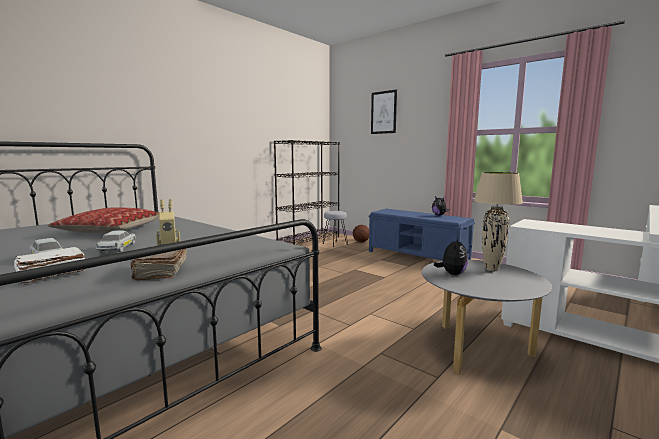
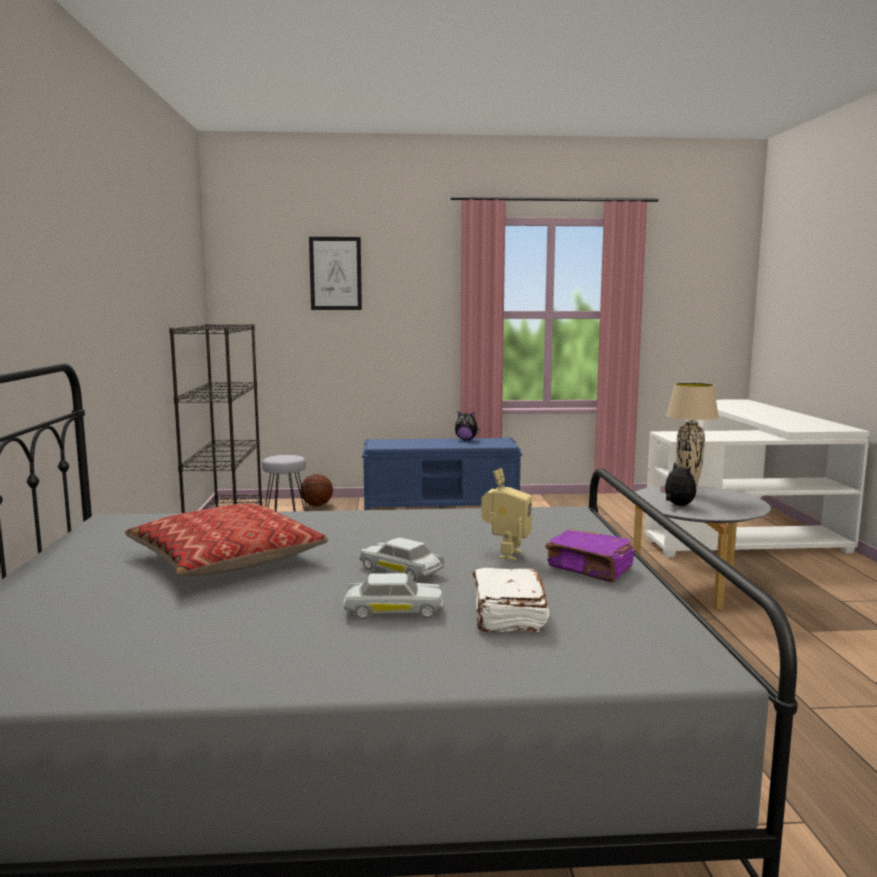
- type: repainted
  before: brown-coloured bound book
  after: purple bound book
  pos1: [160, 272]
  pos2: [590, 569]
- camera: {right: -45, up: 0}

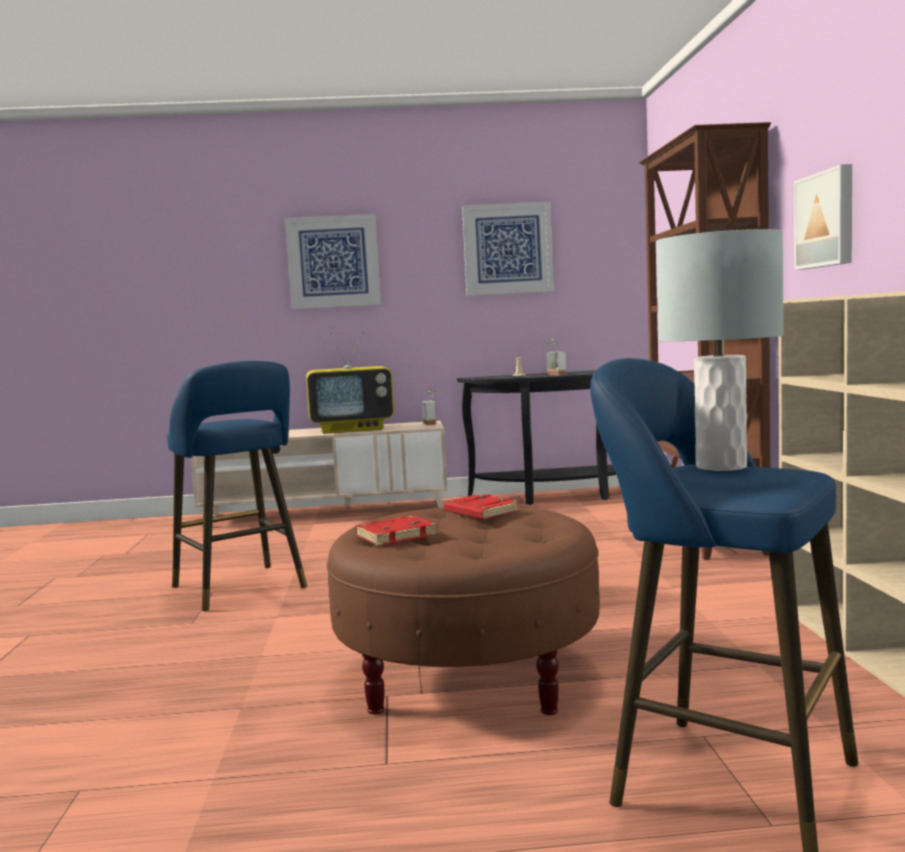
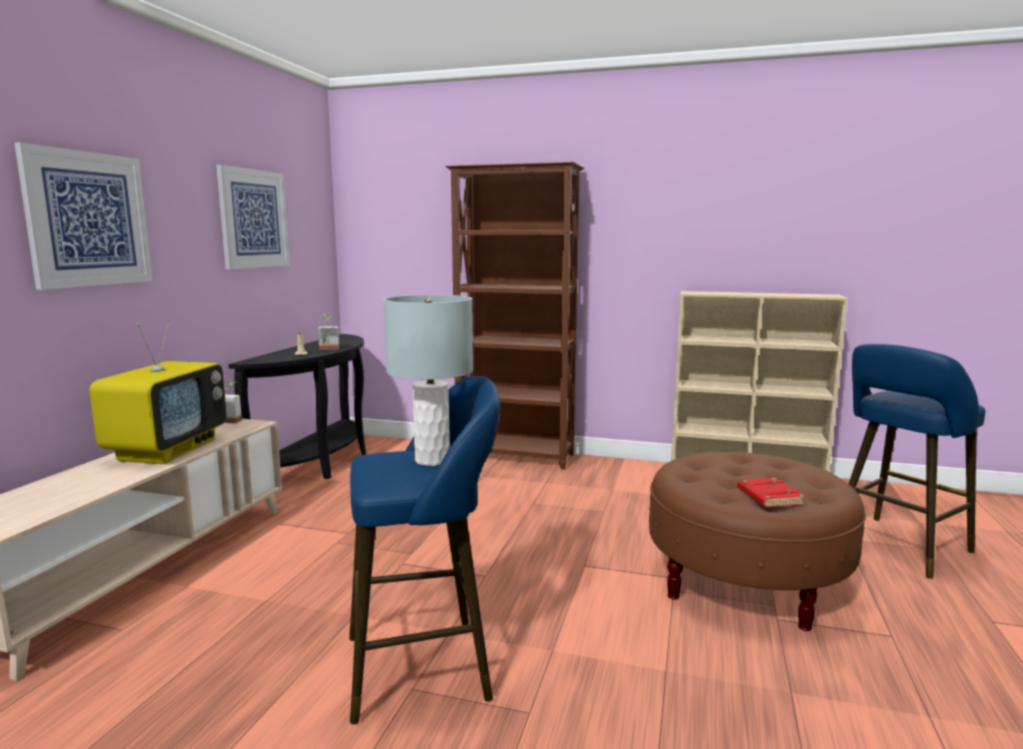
- type: gone
  before: reddish bound book
  pos1: [479, 513]
- type: gone
  before: wall art
  pos1: [827, 219]
- type: shifted
  before: gray tabletop lamp
  pos1: [722, 466]
  pos2: [433, 460]
- camera: {right: -70, up: 5}

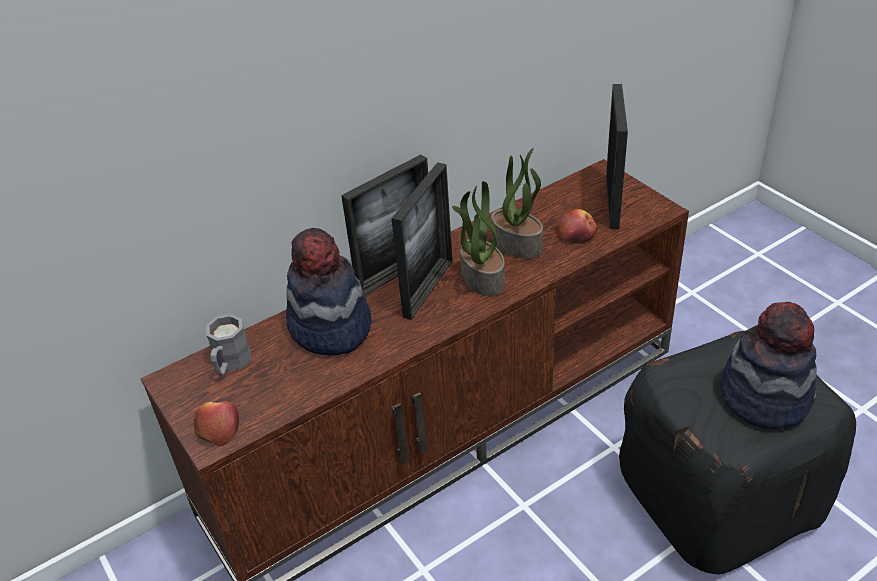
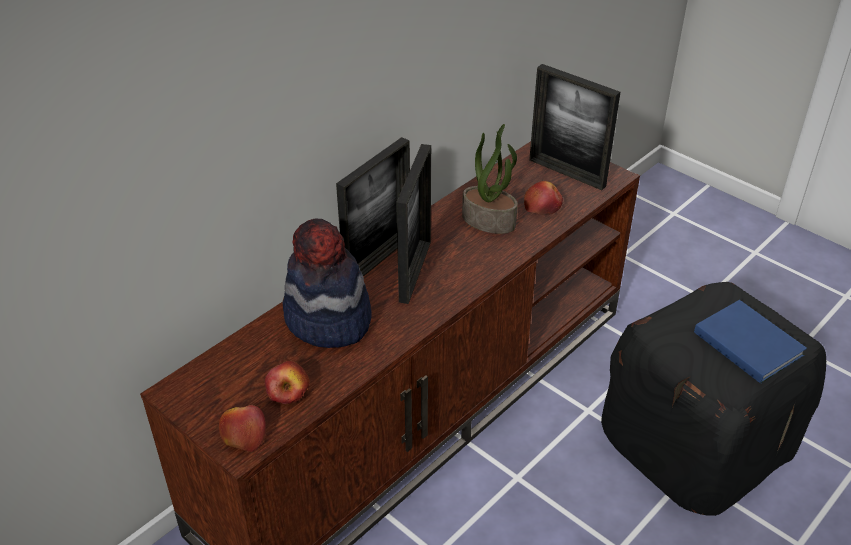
- type: gone
  before: gray mug
  pos1: [230, 364]
- type: gone
  before: houseplant
  pos1: [481, 278]
- type: new
  after: whole apple
  pos2: [288, 390]
- type: swapped
  before: hat
  after: bluish bound book
  pos1: [765, 396]
  pos2: [747, 341]
- type: rotated
  before: picture frame
  pos1: [612, 202]
  pos2: [567, 173]
  turn: 135
- camera: {right: -15, up: 0}

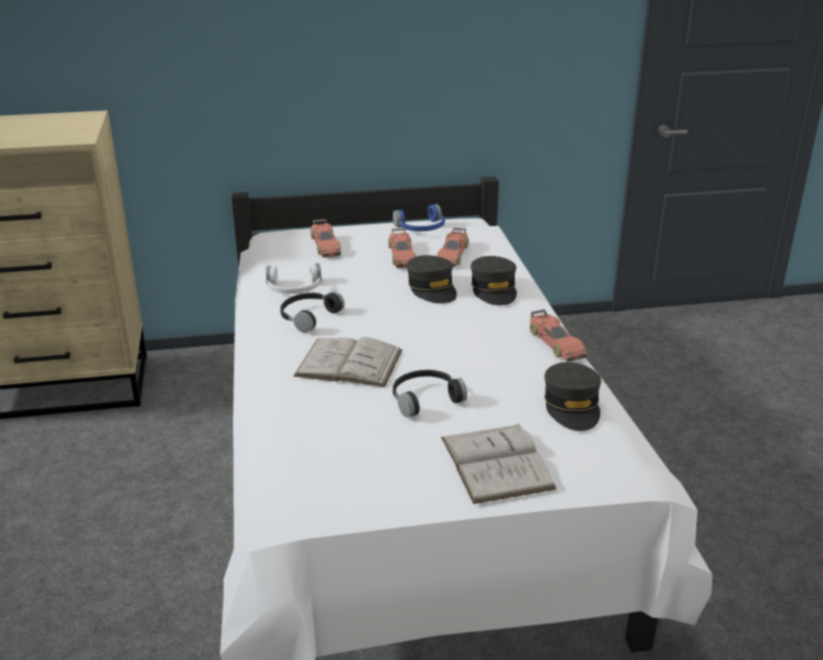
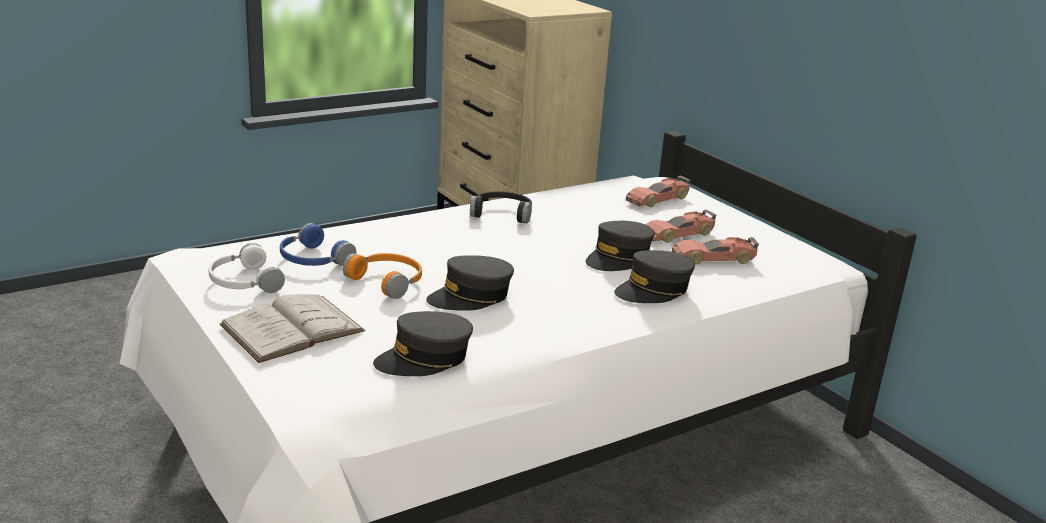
- type: gone
  before: white-coloured bound book
  pos1: [349, 363]
- type: gone
  before: toy car
  pos1: [555, 343]
- type: new
  after: gray peaked cap
  pos2: [471, 297]
- type: shifted
  before: white-coloured headset
  pos1: [294, 289]
  pos2: [243, 282]
- type: shifted
  before: bluish headset
  pos1: [421, 228]
  pos2: [312, 260]
- type: repainted
  before: blackish headset
  after: orangey headset
  pos1: [424, 398]
  pos2: [388, 281]
- camera: {right: 65, up: -5}

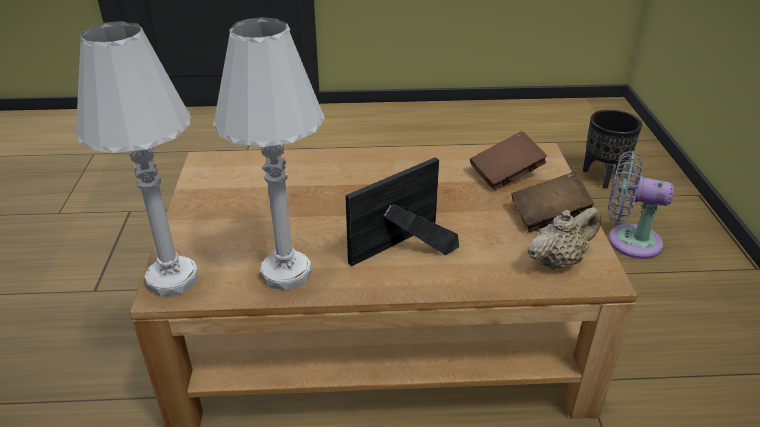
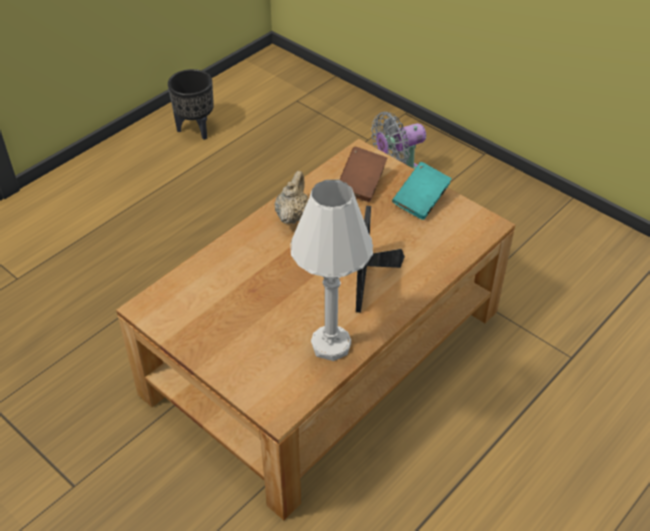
- type: gone
  before: white-coloured tabletop lamp
  pos1: [172, 279]
- type: shifted
  before: beige-coloured tea pot
  pos1: [558, 261]
  pos2: [292, 215]
- type: shifted
  before: blackish planter
  pos1: [603, 177]
  pos2: [196, 129]
- type: repainted
  before: brown-coloured bound book
  after: turquoise-coloured bound book
  pos1: [549, 216]
  pos2: [421, 201]
- camera: {right: -45, up: 10}

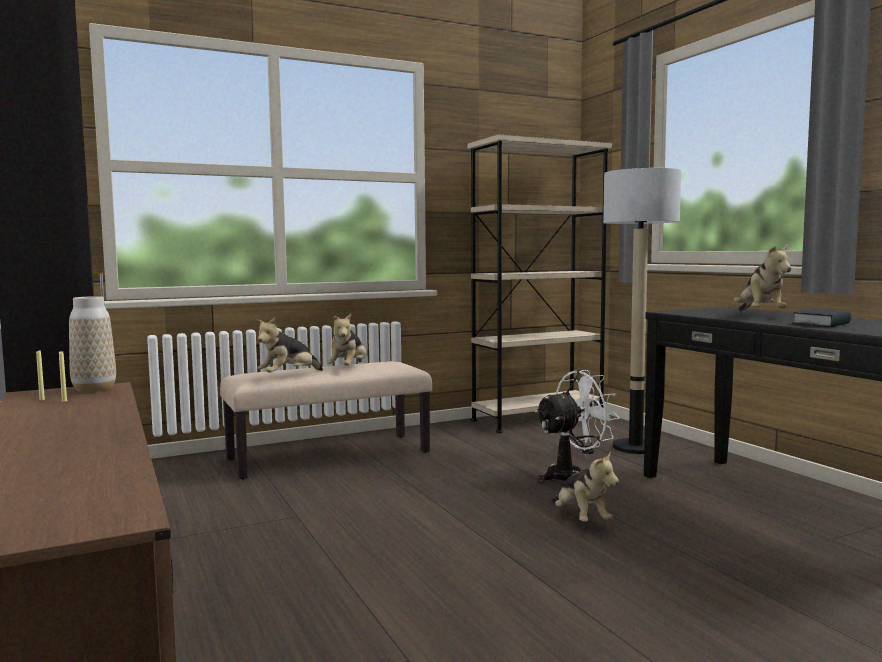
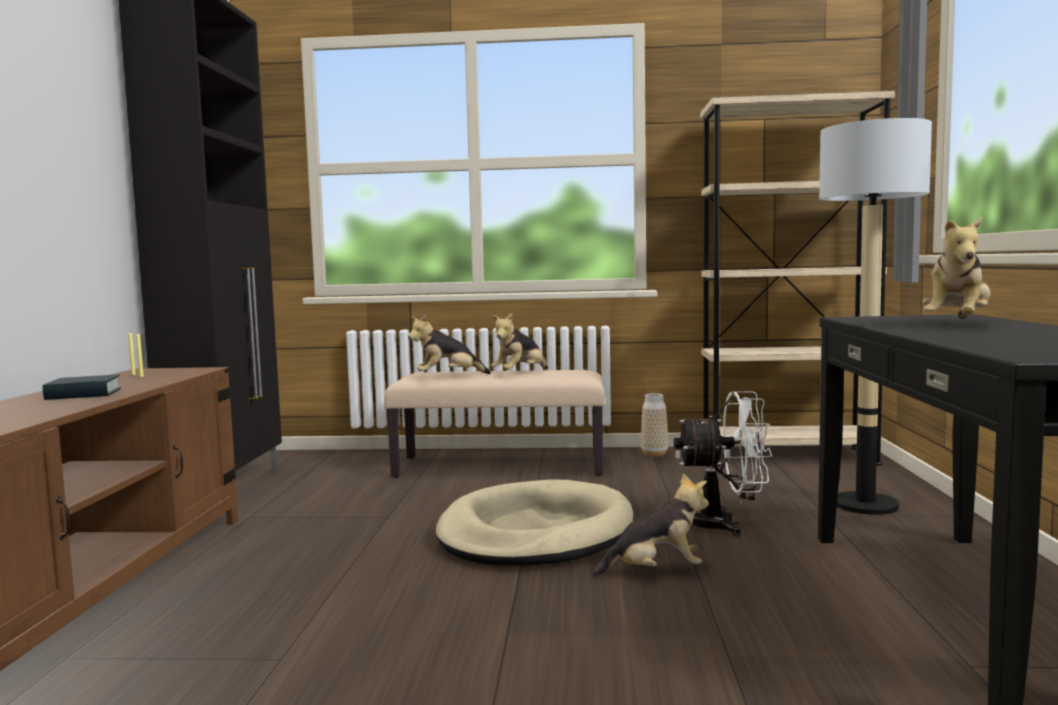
- type: new
  after: beige-coloured dog cushion
  pos2: [535, 533]
- type: shifted
  before: decorative vase
  pos1: [94, 389]
  pos2: [654, 454]
- type: shifted
  before: bound book
  pos1: [821, 324]
  pos2: [83, 395]
- type: rotated
  before: cuddly toy
  pos1: [581, 519]
  pos2: [656, 571]
  turn: -105
- camera: {right: 30, up: 0}

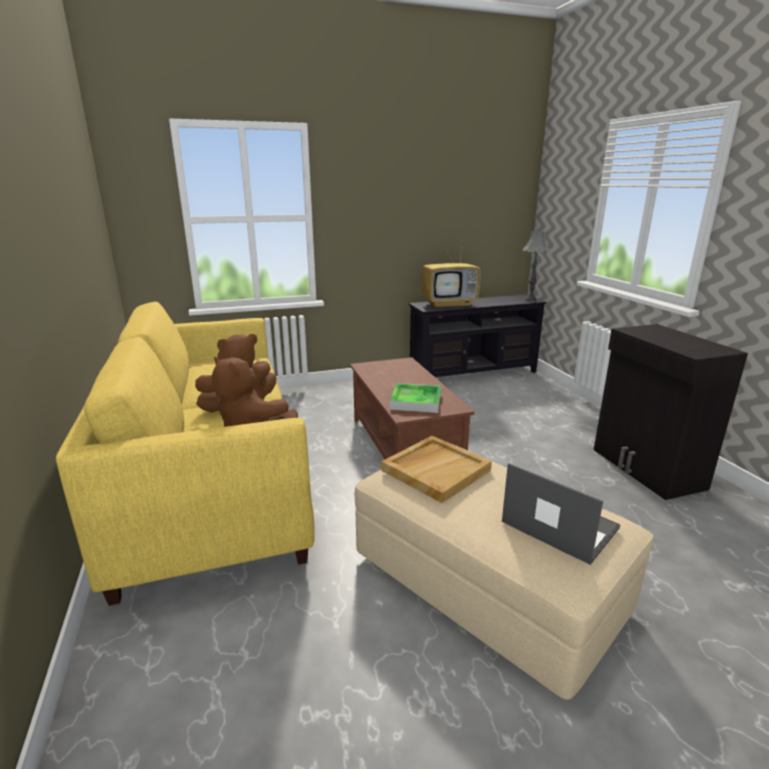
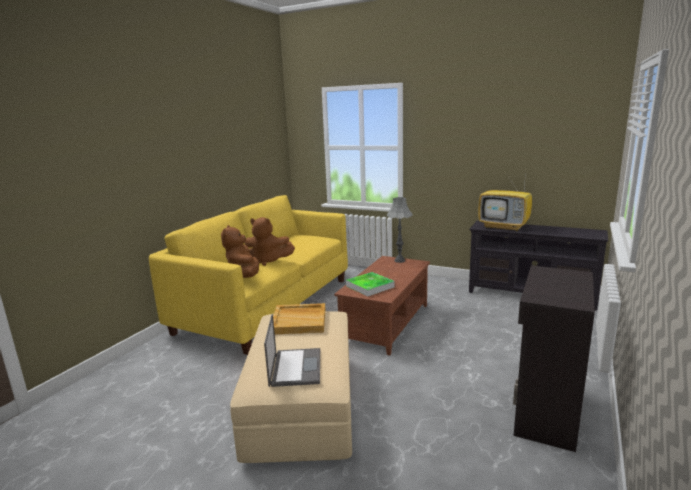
- type: shifted
  before: gray tabletop lamp
  pos1: [531, 300]
  pos2: [399, 261]
- camera: {right: 45, up: -5}

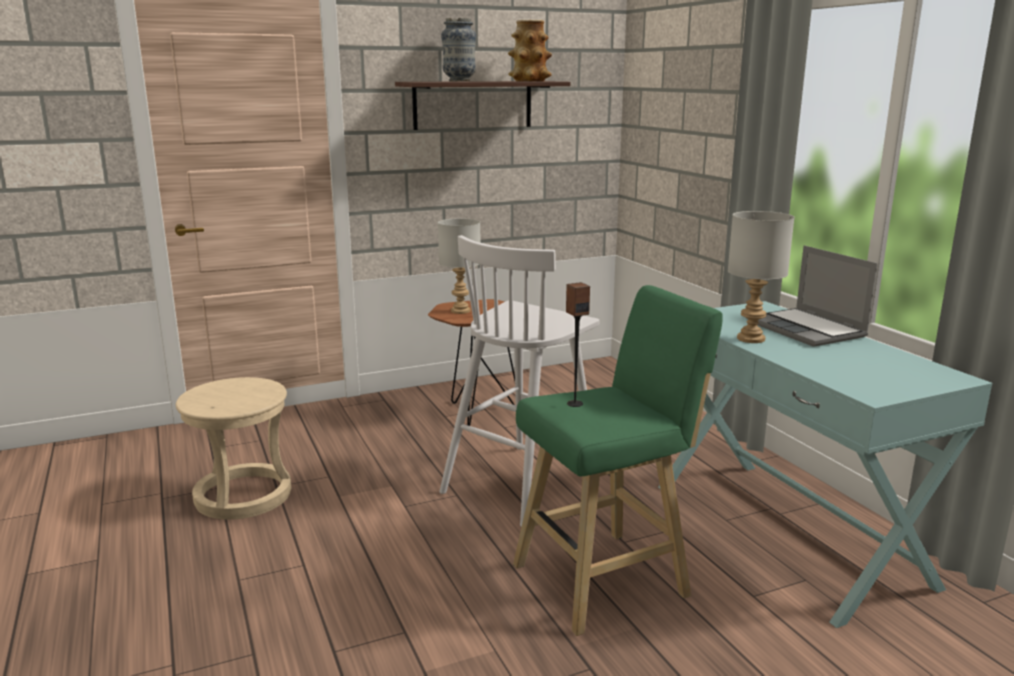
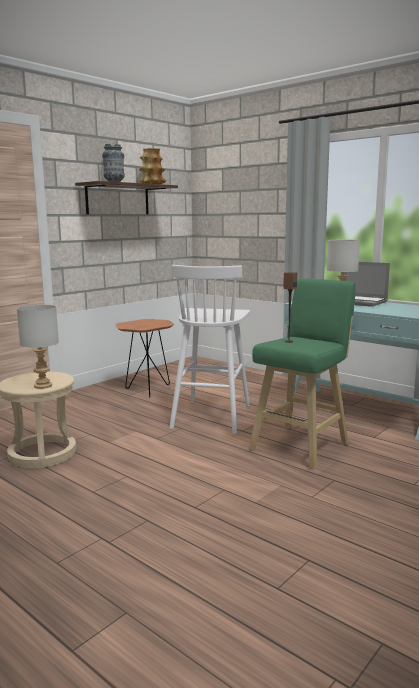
- type: shifted
  before: gray tabletop lamp
  pos1: [460, 310]
  pos2: [42, 386]
- camera: {right: -25, up: -5}

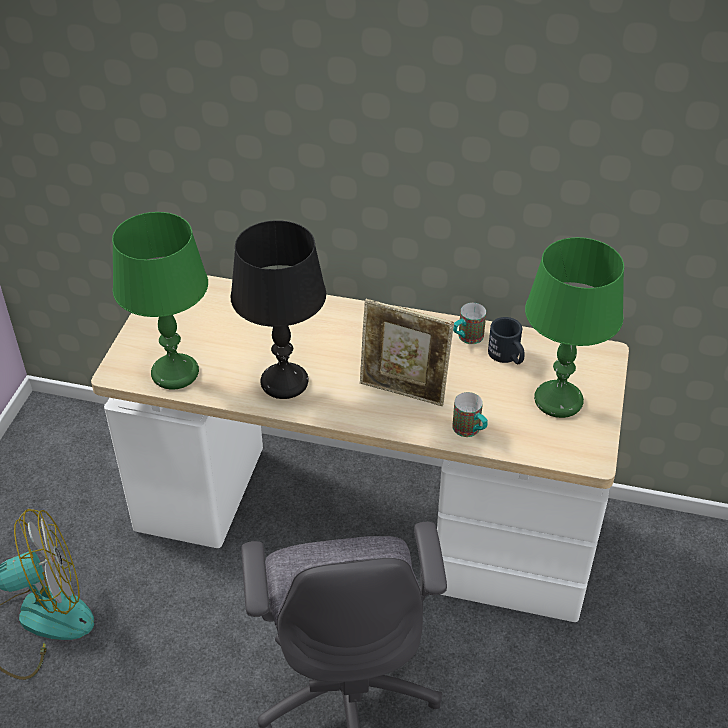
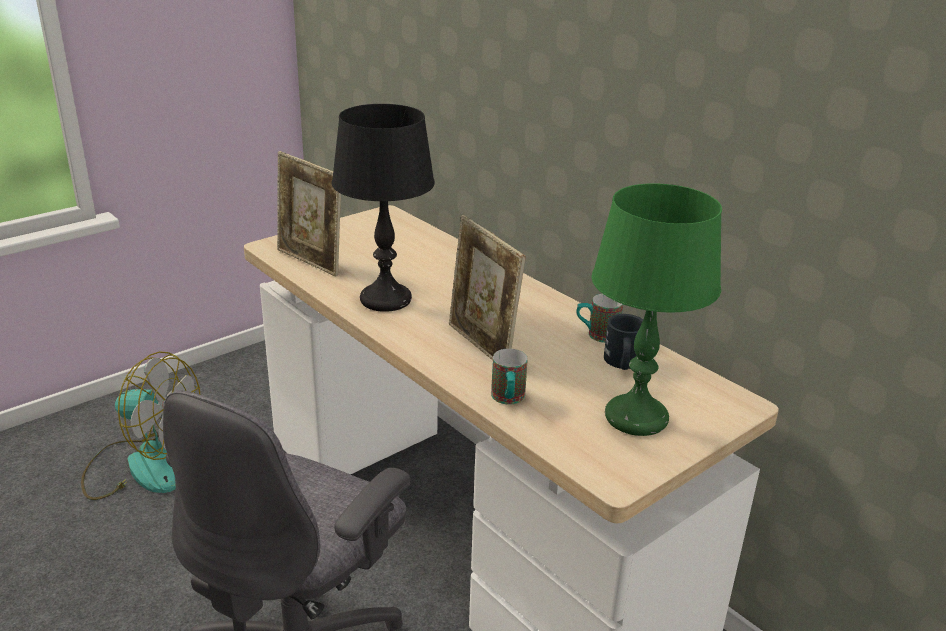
- type: swapped
  before: greenish tabletop lamp
  after: picture frame
  pos1: [175, 373]
  pos2: [310, 262]
- camera: {right: 35, up: -15}

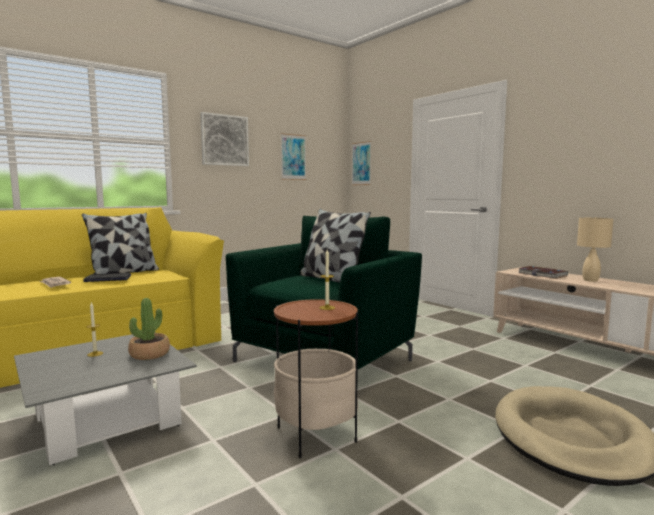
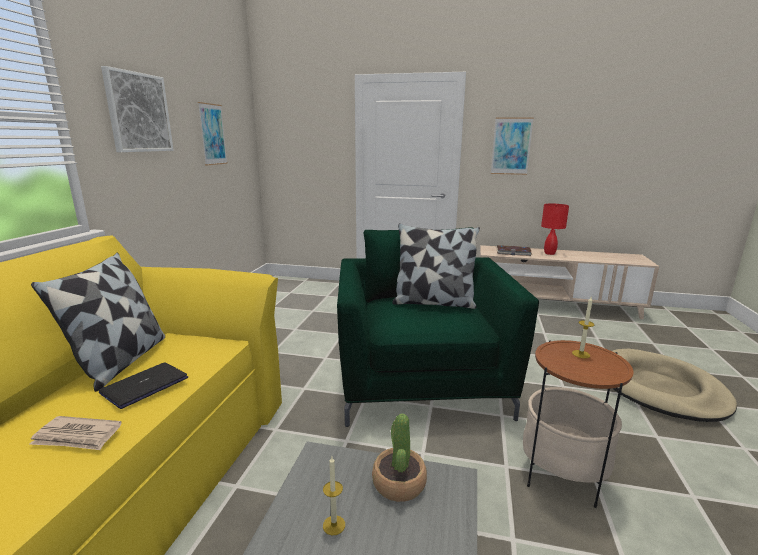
- type: shifted
  before: wall art
  pos1: [361, 163]
  pos2: [511, 146]
- type: repainted
  before: beige-coloured tabletop lamp
  after: reddish tabletop lamp
  pos1: [590, 280]
  pos2: [549, 253]
- camera: {right: -40, up: 10}

